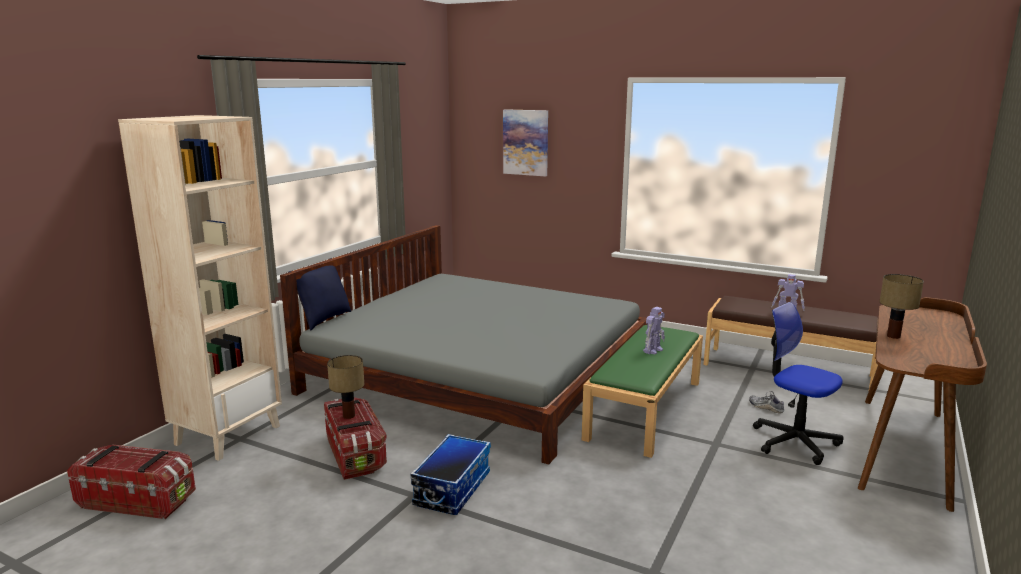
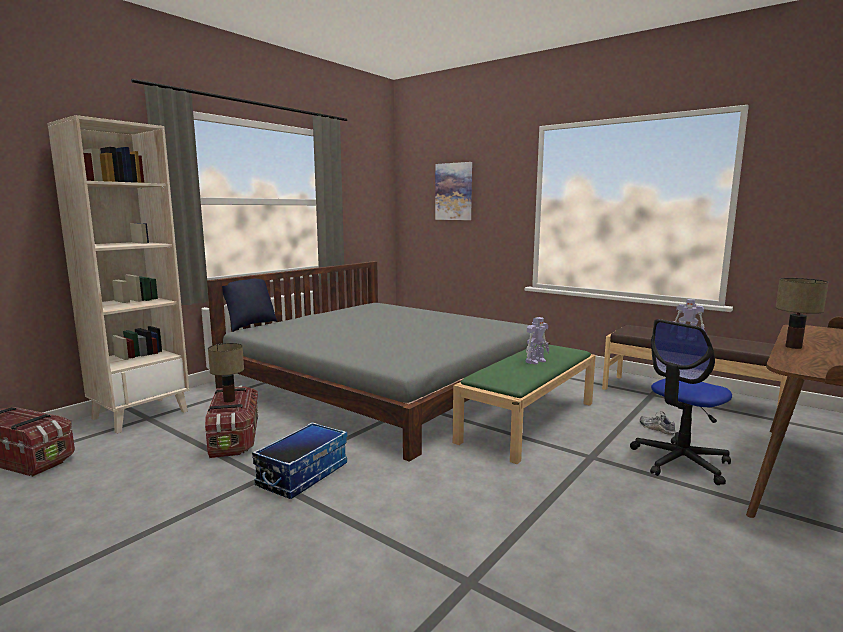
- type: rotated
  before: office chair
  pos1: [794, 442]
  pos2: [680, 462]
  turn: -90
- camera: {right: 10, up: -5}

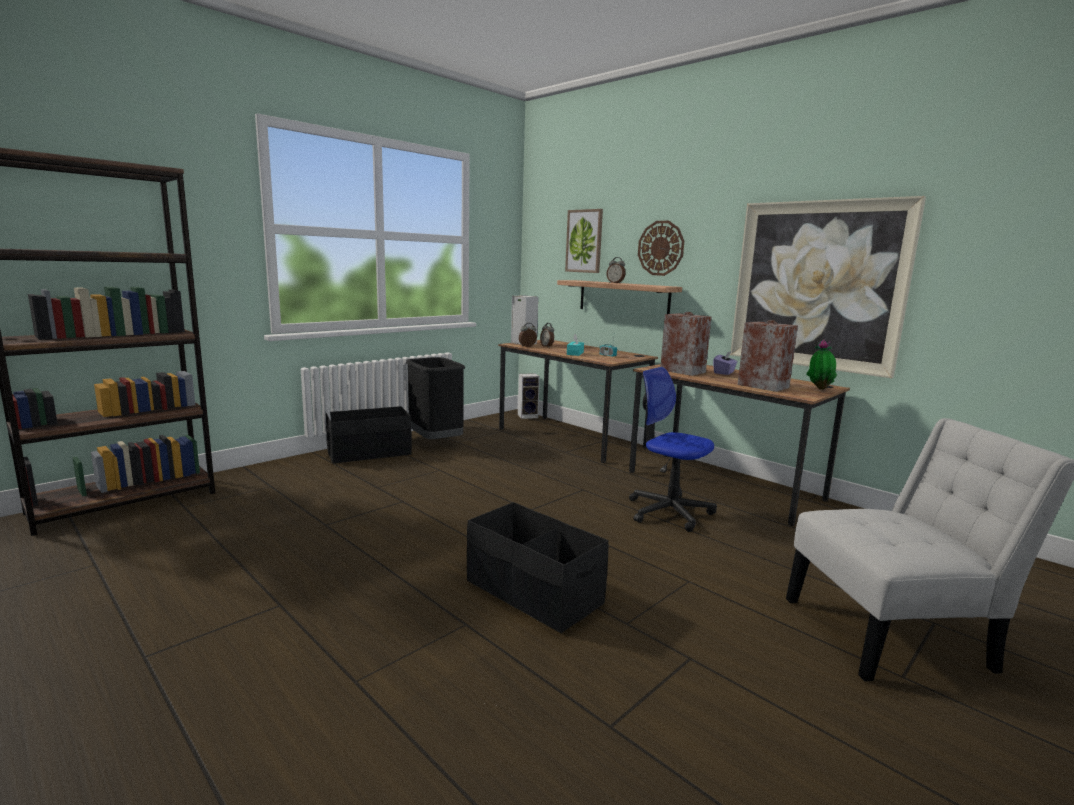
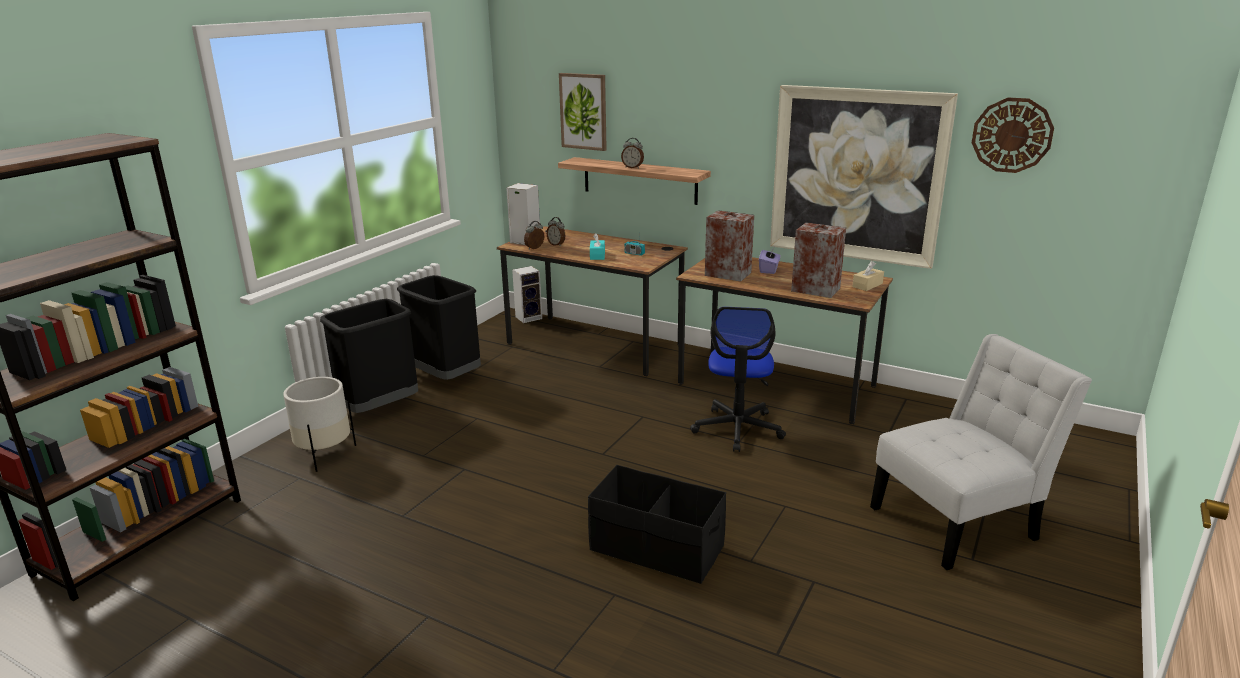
- type: new
  after: white-coloured planter
  pos2: [324, 454]
- type: shifted
  before: wall clock
  pos1: [661, 248]
  pos2: [1012, 135]
- type: swapped
  before: blackish storage container
  after: blackish rubbish bin
  pos1: [369, 453]
  pos2: [379, 408]
- type: swapped
  before: houseplant
  after: beige-coloured tissue holder
  pos1: [819, 388]
  pos2: [867, 285]
- type: rotated
  before: office chair
  pos1: [669, 511]
  pos2: [737, 429]
  turn: -105
- camera: {right: -15, up: 10}

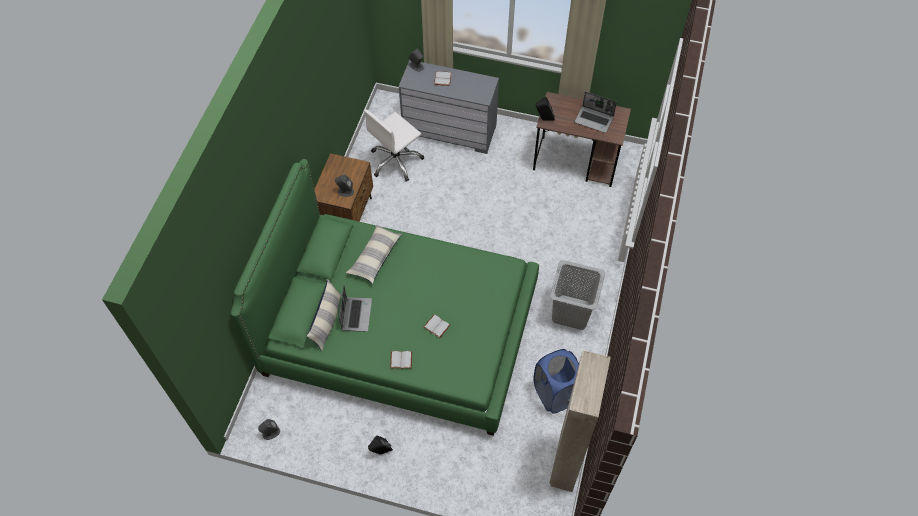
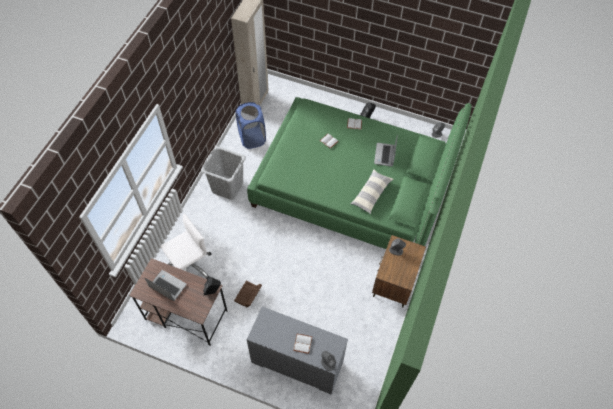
- type: gone
  before: pillow
  pos1: [327, 321]
- type: new
  after: brown-coloured storage container
  pos2: [248, 296]
- type: shifted
  before: white-coloured office chair
  pos1: [396, 161]
  pos2: [190, 266]
- camera: {right: -175, up: 0}

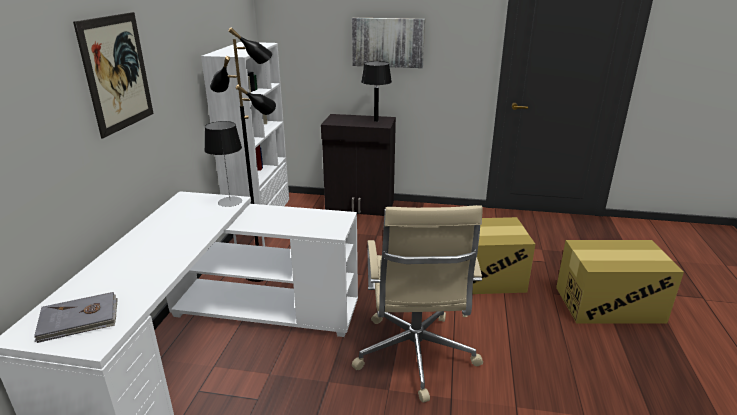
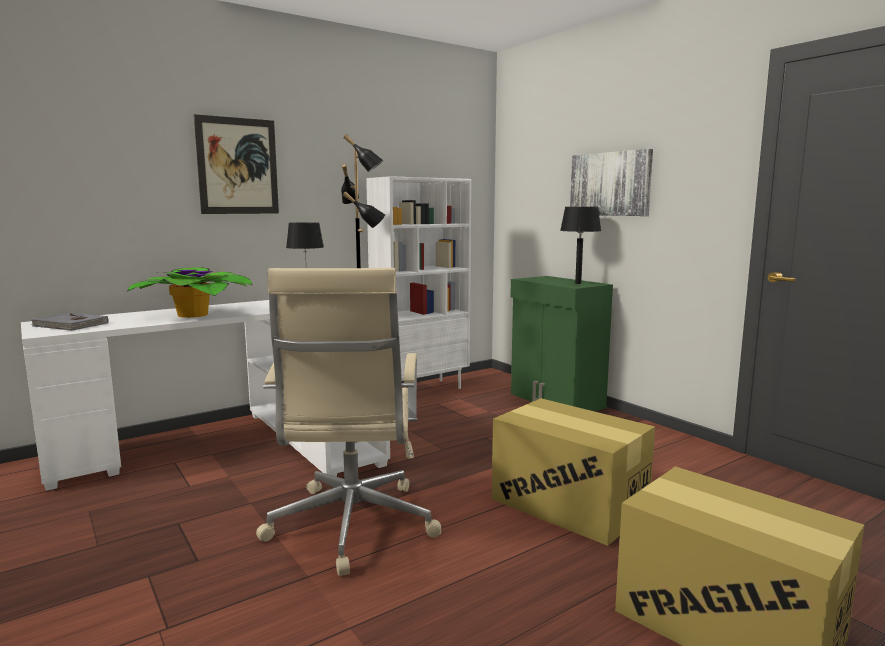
- type: new
  after: houseplant
  pos2: [196, 315]
- type: repainted
  before: blackish storage cabinet
  after: greenish storage cabinet
  pos1: [360, 206]
  pos2: [556, 401]
- type: rotated
  before: beige-coloured office chair
  pos1: [415, 356]
  pos2: [351, 527]
  turn: -45
- camera: {right: 45, up: -15}

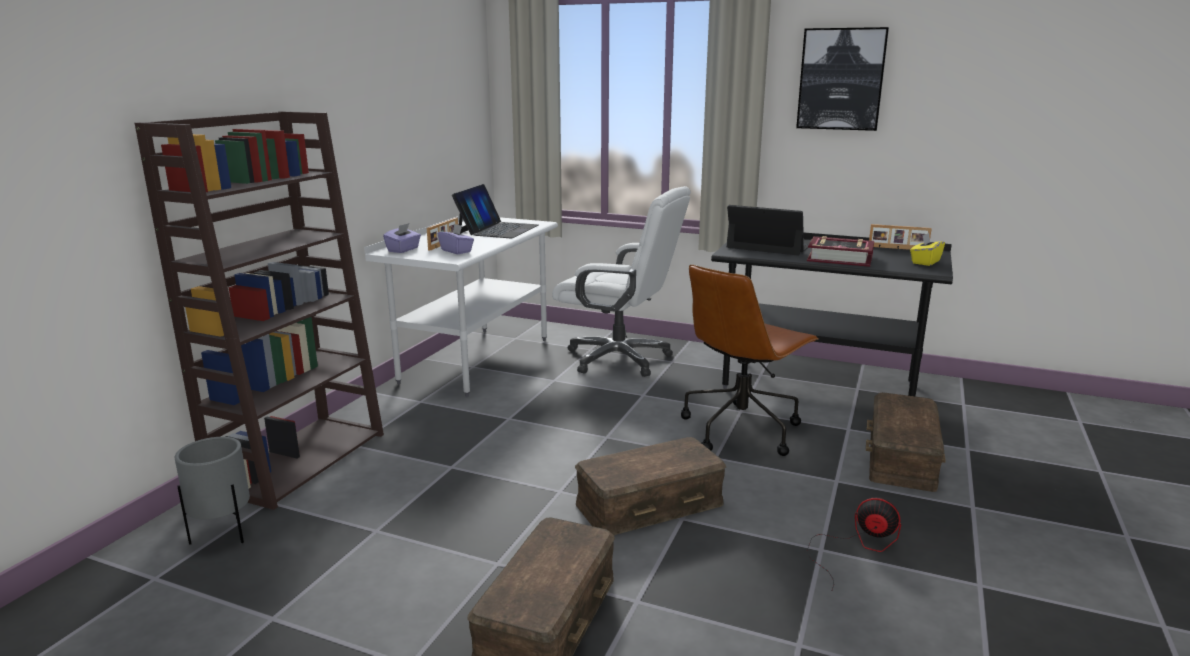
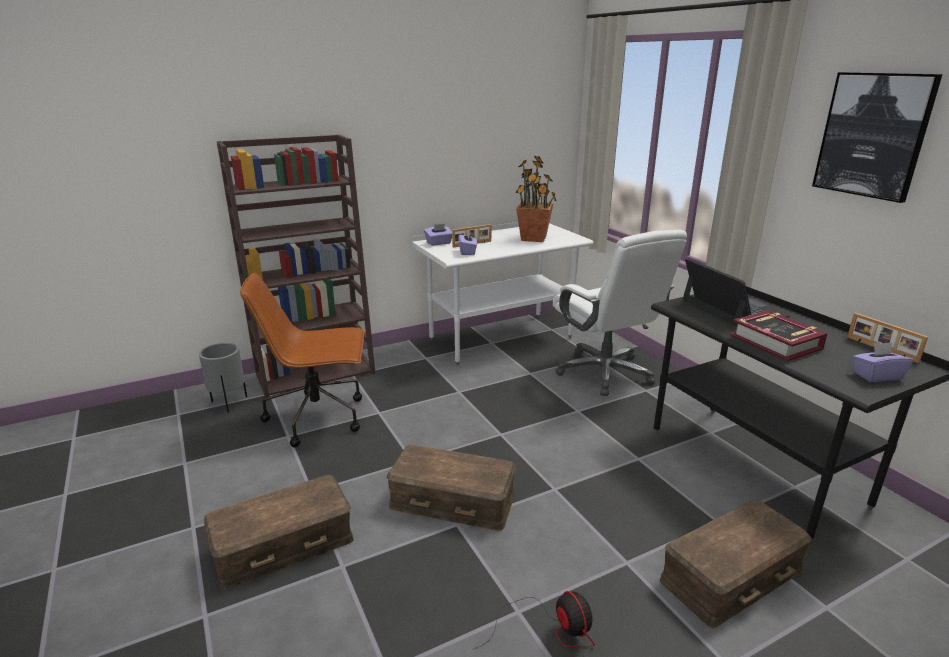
- type: shifted
  before: brown-coloured office chair
  pos1: [741, 429]
  pos2: [318, 417]
- type: swapped
  before: portable computer
  after: houseplant
  pos1: [497, 229]
  pos2: [534, 238]
- type: repainted
  before: yellow tissue holder
  after: purple tissue holder
  pos1: [925, 262]
  pos2: [876, 376]
- camera: {right: 40, up: 5}

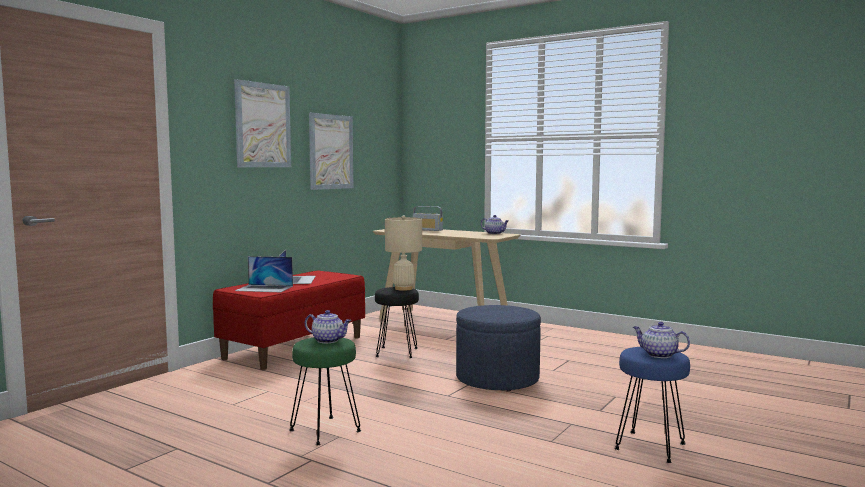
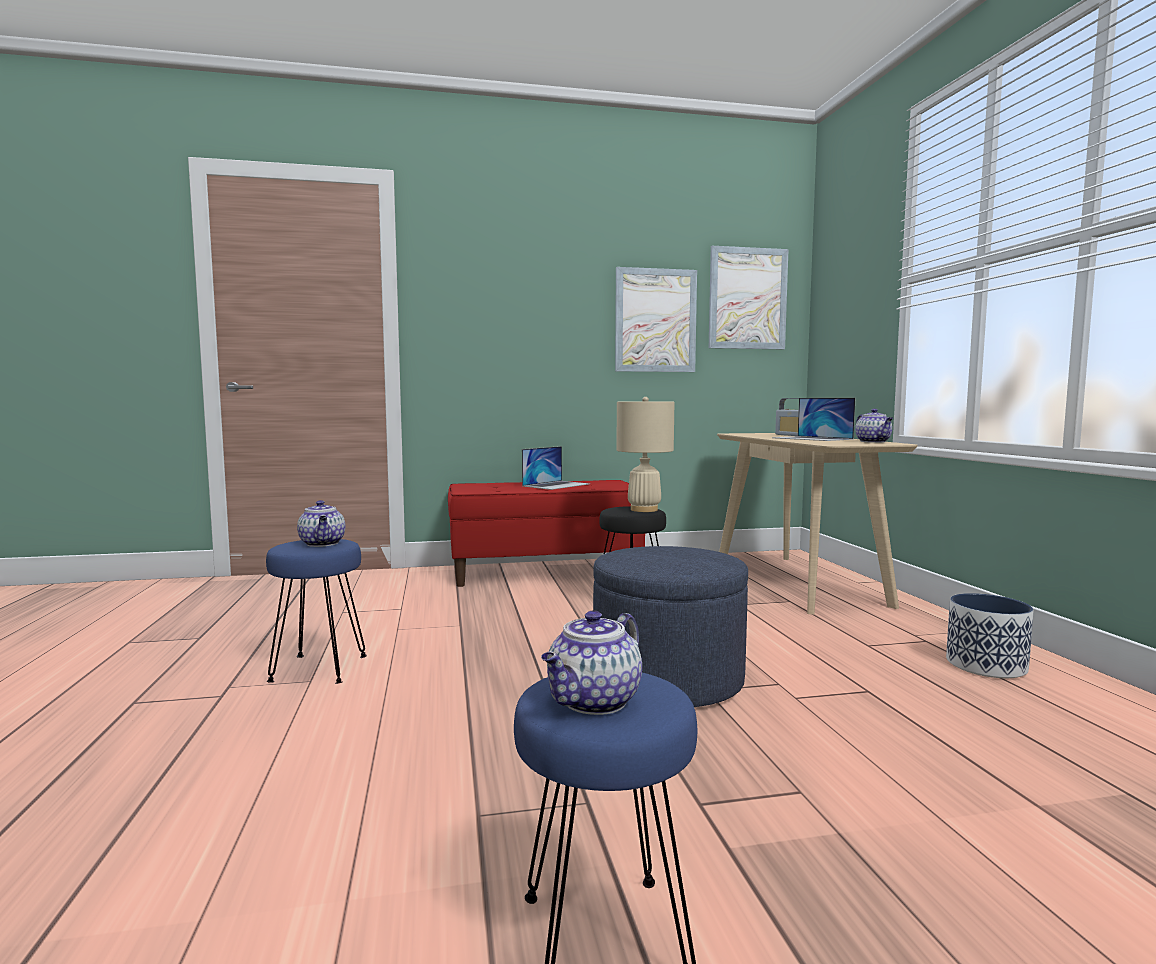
- type: new
  after: planter
  pos2: [986, 665]
- type: shifted
  before: wall art
  pos1: [263, 125]
  pos2: [747, 298]
- type: shifted
  before: portable computer
  pos1: [264, 288]
  pos2: [812, 438]
- type: repainted
  before: greenish stool
  after: bluish stool
  pos1: [326, 431]
  pos2: [320, 669]
- type: rotated
  before: tea pot
  pos1: [658, 355]
  pos2: [593, 702]
  turn: -135
- camera: {right: 45, up: 0}

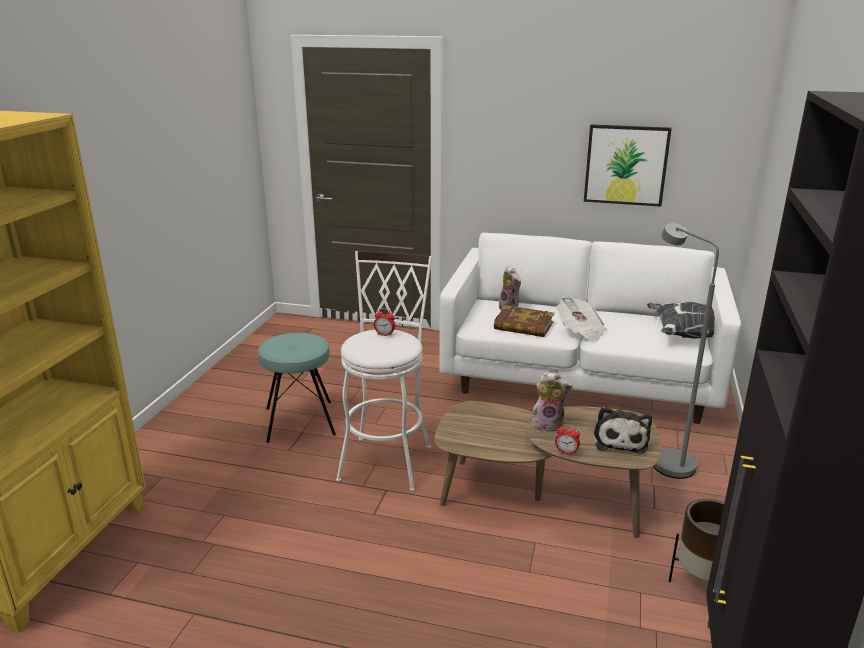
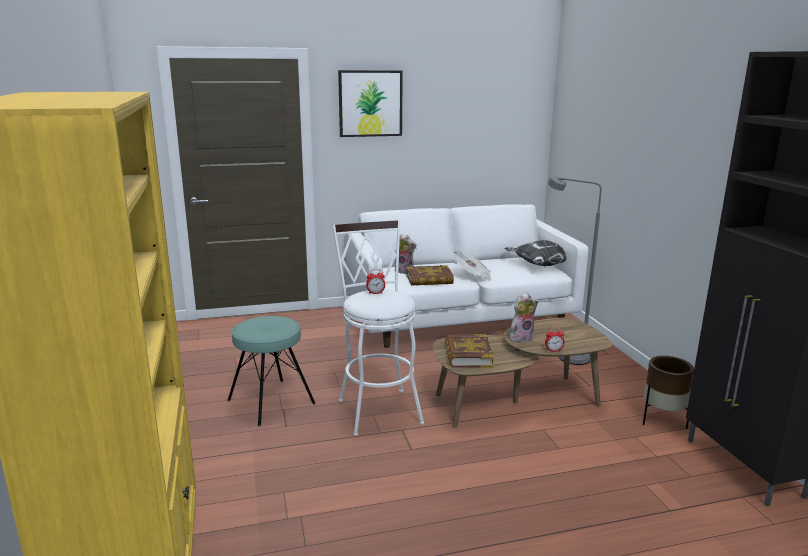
- type: gone
  before: cuddly toy
  pos1: [620, 440]
- type: new
  after: bound book
  pos2: [467, 355]
- type: shifted
  before: wall art
  pos1: [626, 165]
  pos2: [370, 103]
- camera: {right: -30, up: -5}

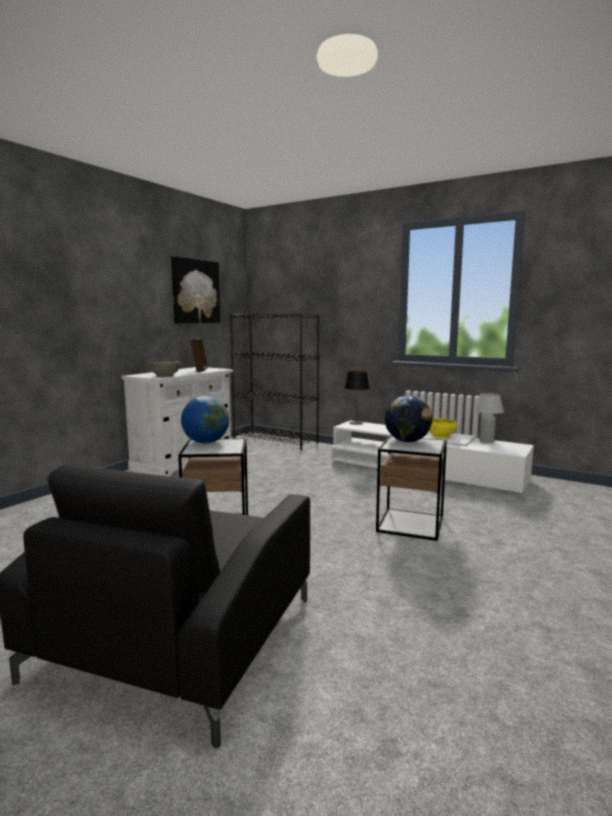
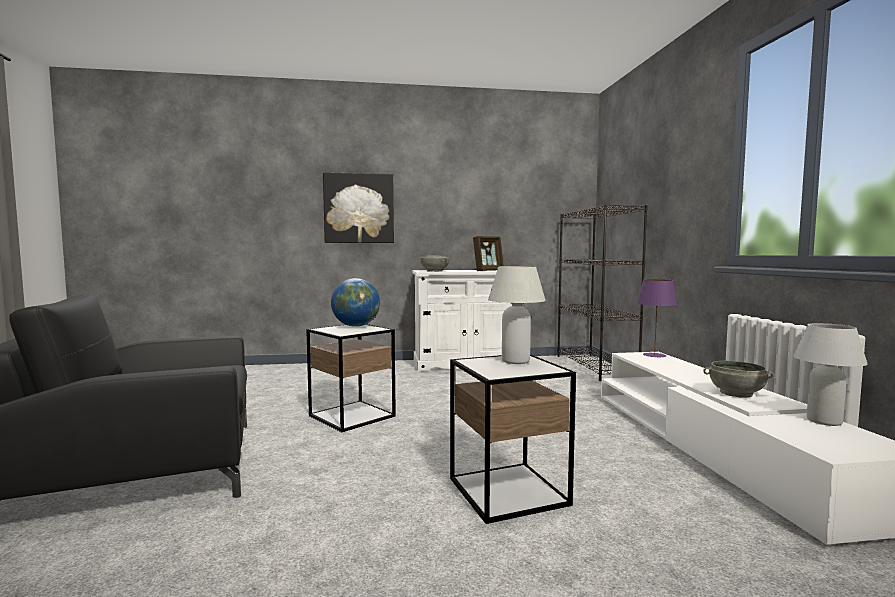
- type: shifted
  before: wall art
  pos1: [195, 291]
  pos2: [359, 208]
- type: swapped
  before: world globe
  after: white-coloured tabletop lamp
  pos1: [407, 441]
  pos2: [515, 361]
- type: repainted
  before: blackish tabletop lamp
  after: purple tabletop lamp
  pos1: [356, 423]
  pos2: [654, 355]
- type: repainted
  before: yellow bowl
  after: gray bowl
  pos1: [441, 436]
  pos2: [736, 393]
- camera: {right: 50, up: -5}

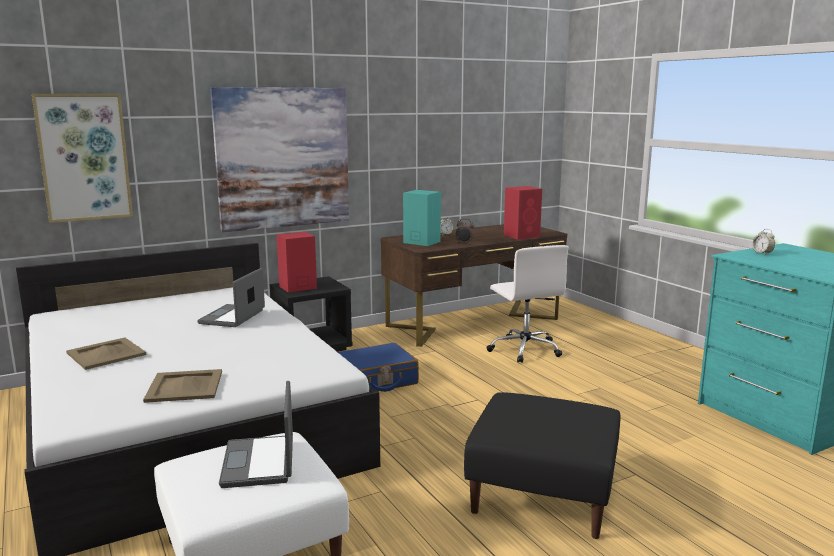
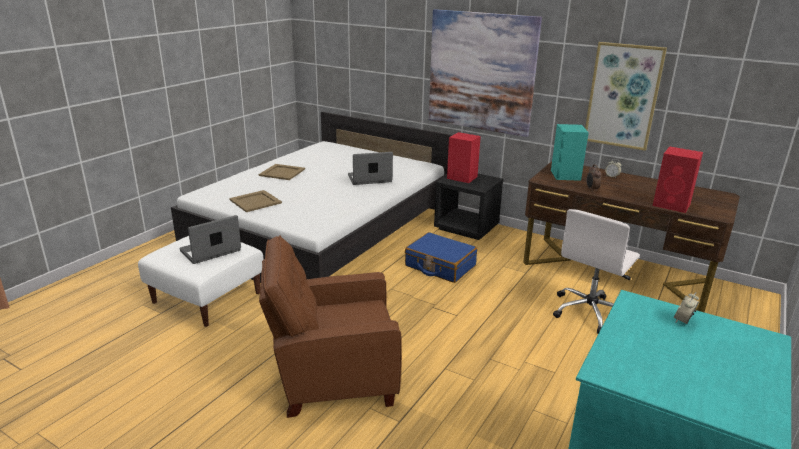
- type: shifted
  before: wall art
  pos1: [84, 157]
  pos2: [623, 96]
- type: swapped
  before: blackish pouffe
  after: brown-coloured armchair
  pos1: [541, 494]
  pos2: [332, 378]
- camera: {right: 60, up: 10}

